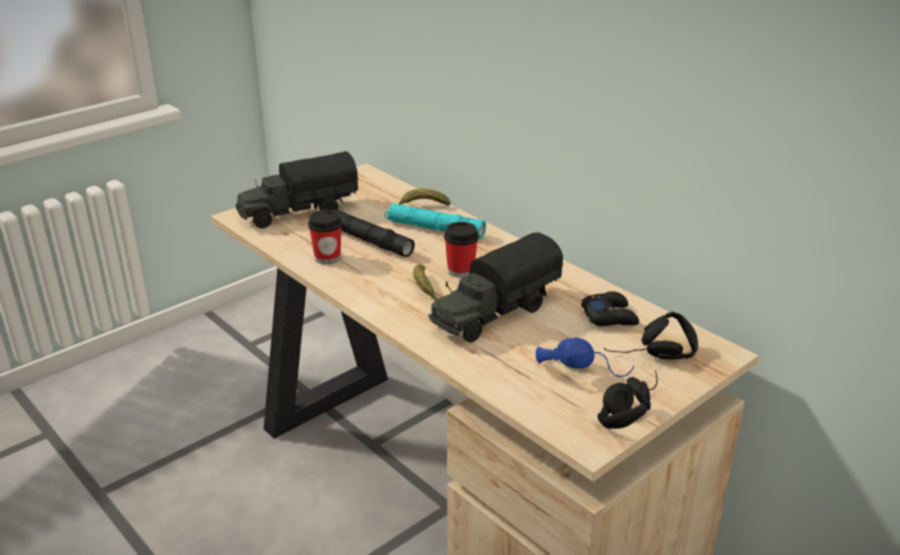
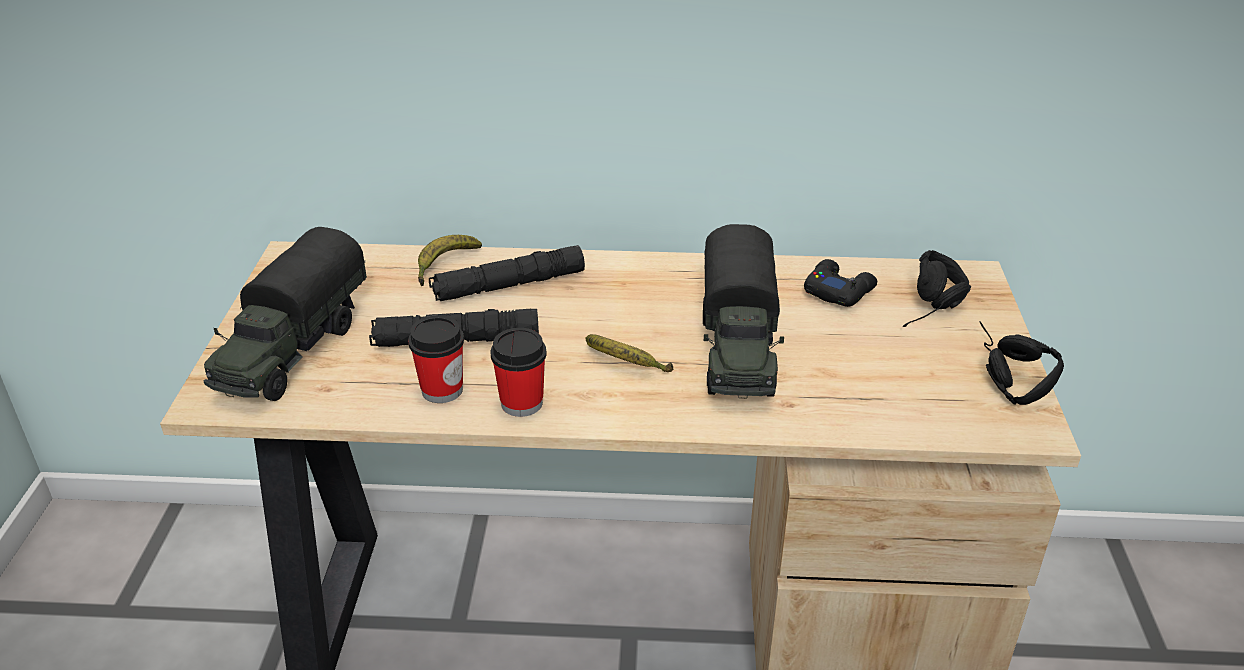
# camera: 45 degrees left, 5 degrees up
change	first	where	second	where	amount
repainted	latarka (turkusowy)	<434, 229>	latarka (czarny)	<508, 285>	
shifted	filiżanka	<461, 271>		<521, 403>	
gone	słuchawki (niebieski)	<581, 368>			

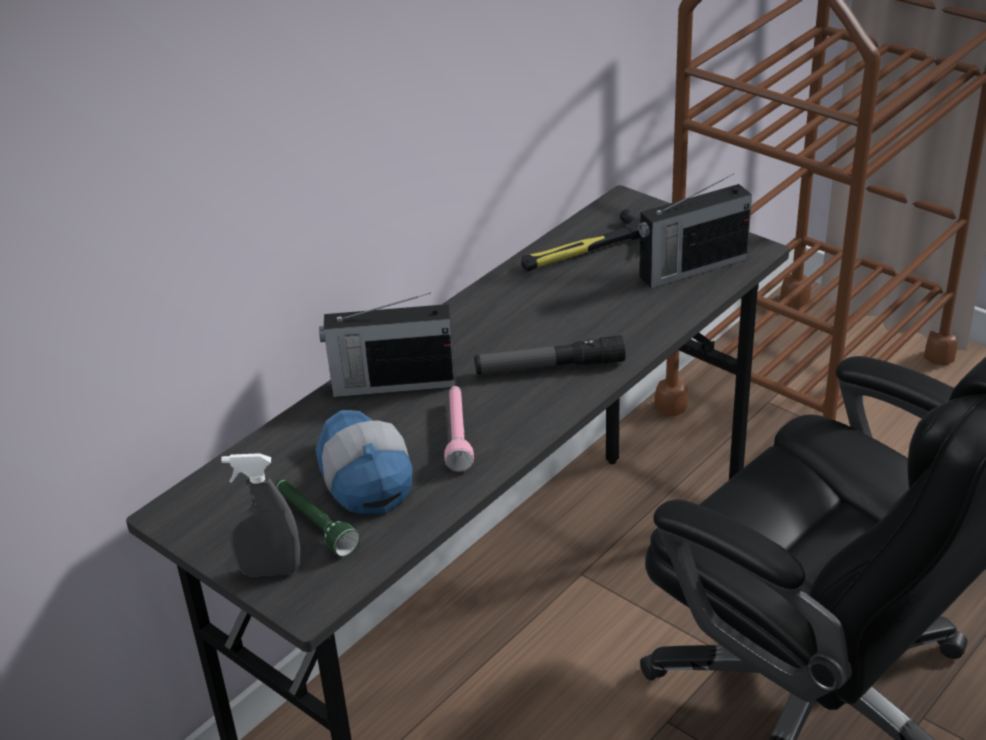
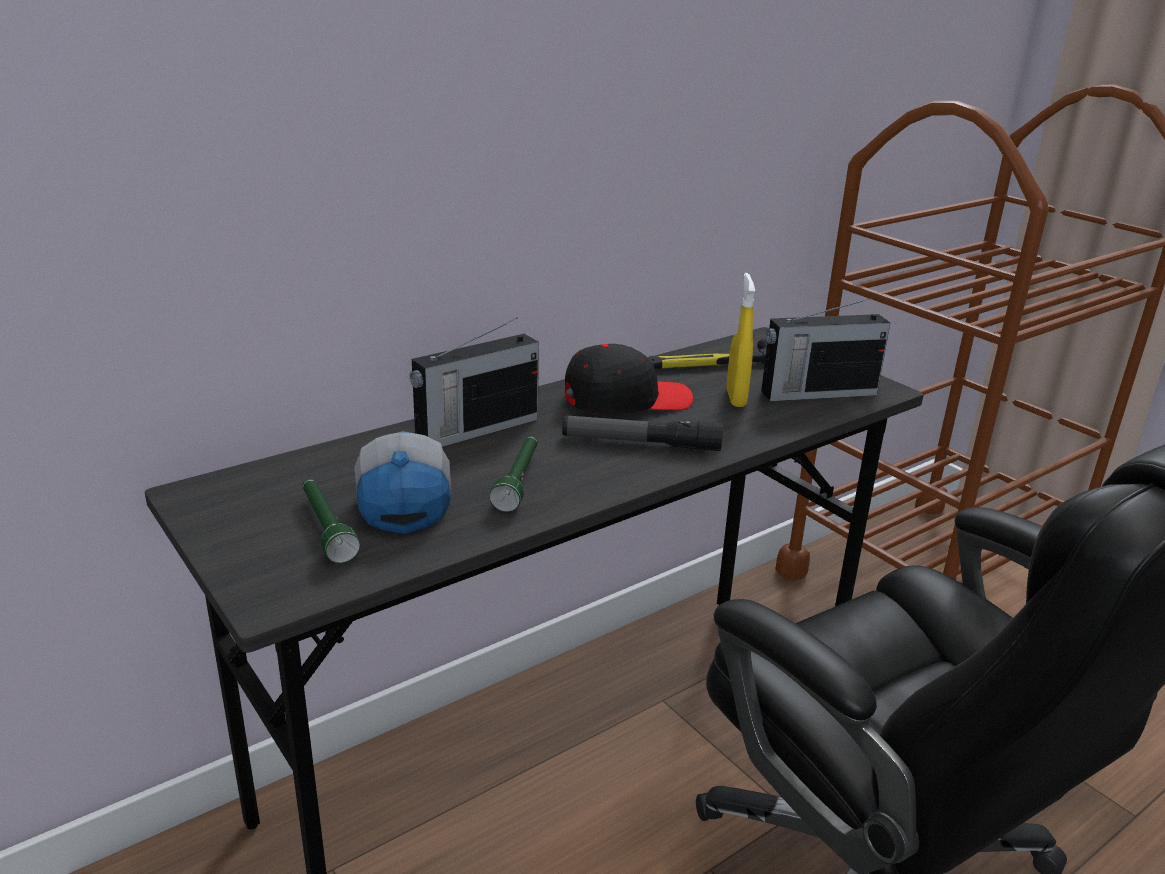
# camera: 10 degrees right, 10 degrees down
change	first	where	second	where	amount
rotated	radio	<391, 383>		<475, 430>	45 degrees counterclockwise
repainted	latarka (różowy)	<458, 435>	latarka (zielony)	<518, 481>	
gone	spryskiwacz (szary)	<270, 570>			
new			spryskiwacz (żółty)	<736, 398>	
new			czapka z daszkiem (czarny)	<626, 400>	

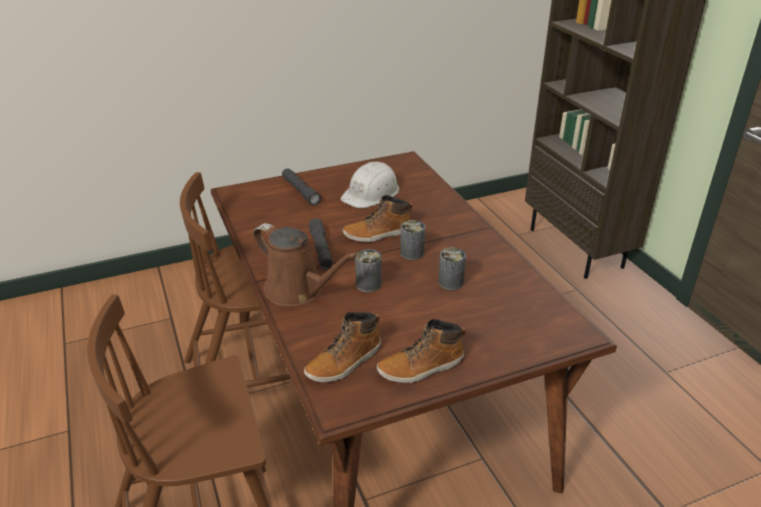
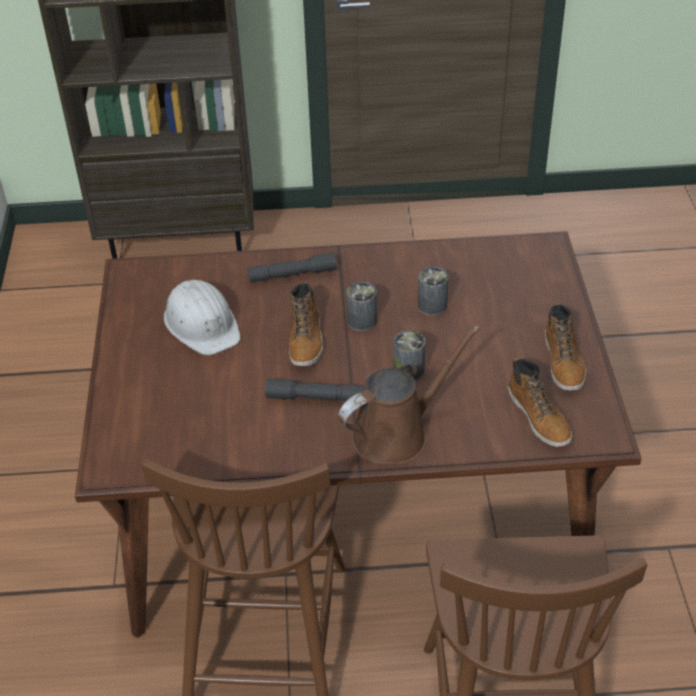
# camera: 70 degrees left, 10 degrees up
change	first	where	second	where	amount
shifted	latarka (szary)	<300, 191>		<292, 274>	

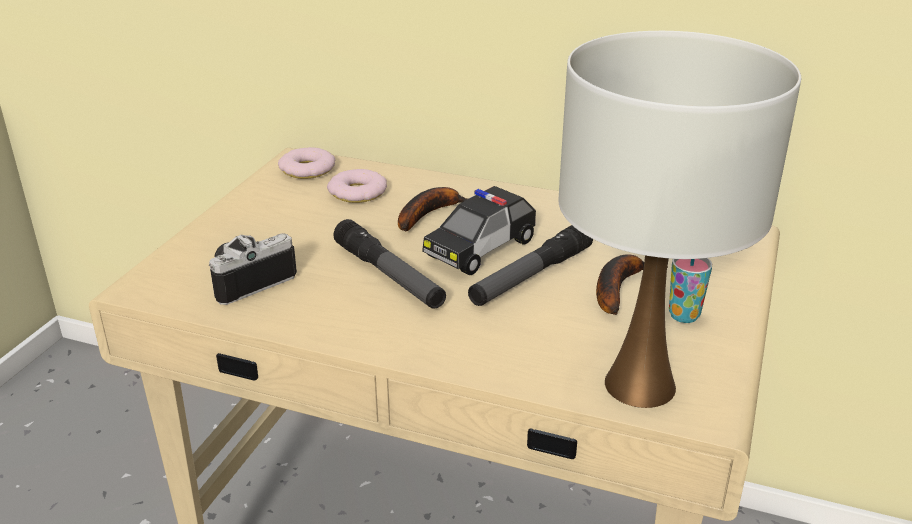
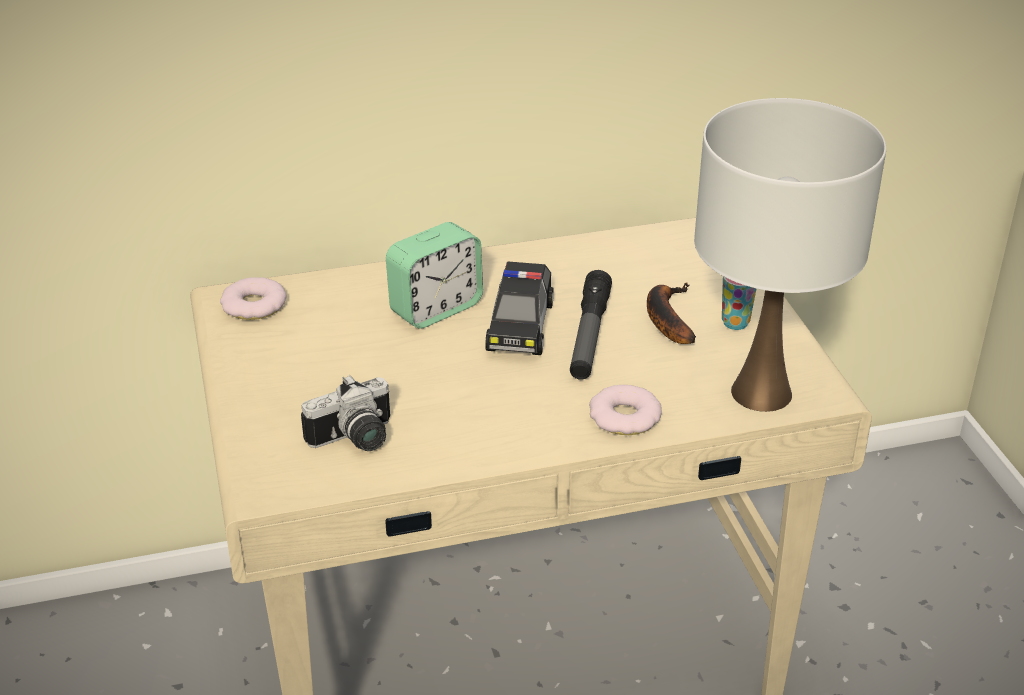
# camera: 35 degrees left, 5 degrees up
change	first	where	second	where	amount
shifted	donut	<357, 192>		<624, 417>	
swapped	banan	<431, 214>	budzik	<436, 308>	
gone	latarka	<389, 275>			
rotated	aparat fotograficzny	<248, 280>		<355, 440>	135 degrees counterclockwise

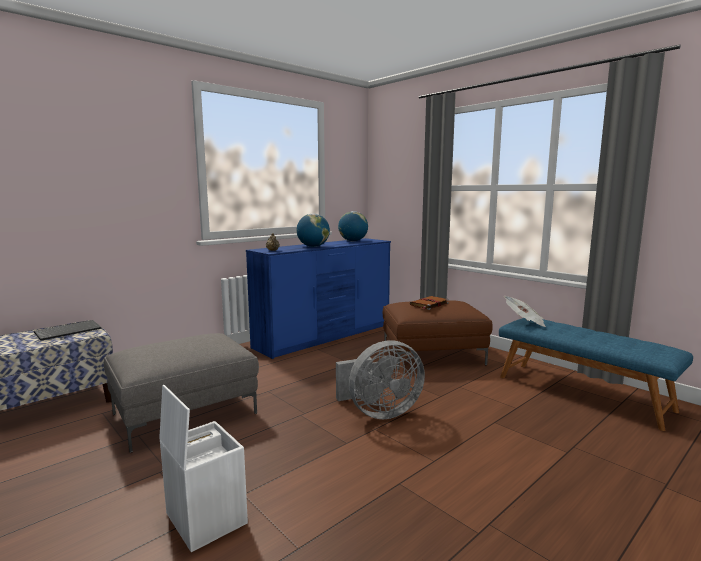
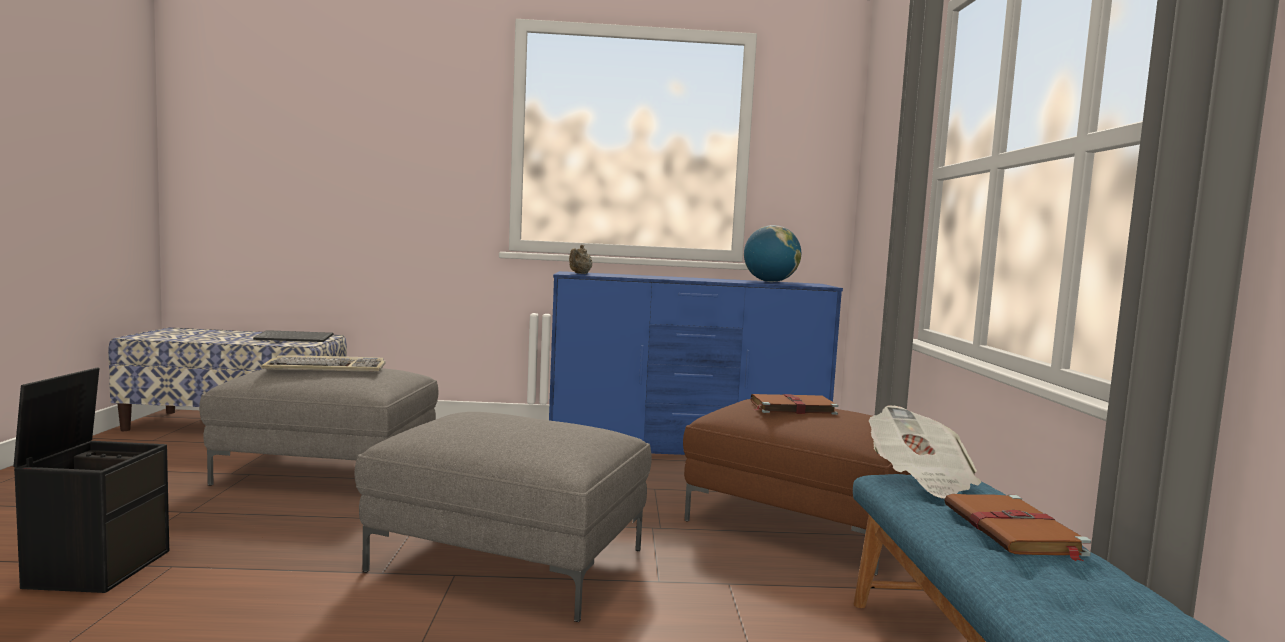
# camera: 40 degrees right, 5 degrees down
change	first	where	second	where	amount
gone	globus	<313, 246>			
swapped	wentylator (szary)	<379, 412>	pufa (szary)	<512, 559>	
repainted	pojemnik do przechowywania (biały)	<204, 518>	pojemnik do przechowywania (czarny)	<99, 568>	
new			klawiatura	<327, 368>	
new			książka (brązowy)	<1013, 530>	

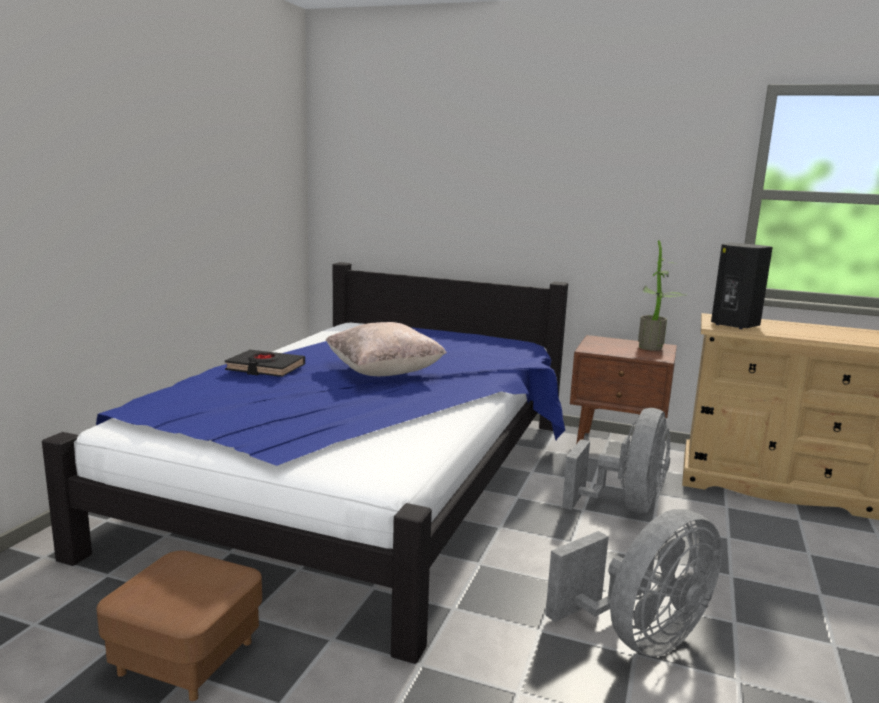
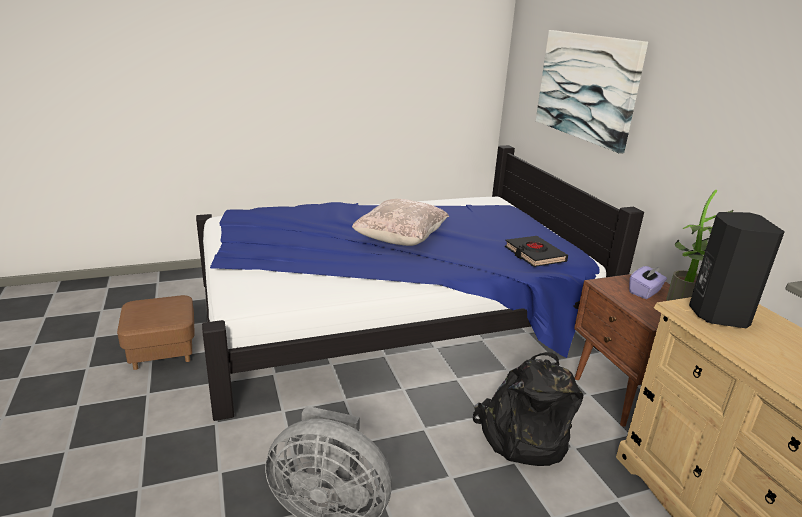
# camera: 50 degrees right, 10 degrees up
change	first	where	second	where	amount
shifted	książka (czarny)	<265, 368>		<534, 255>	
swapped	wentylator (szary)	<625, 506>	plecak (czarny)	<521, 436>	
new			obraz	<586, 87>	
new			pudełko chusteczek (fioletowy)	<645, 292>	

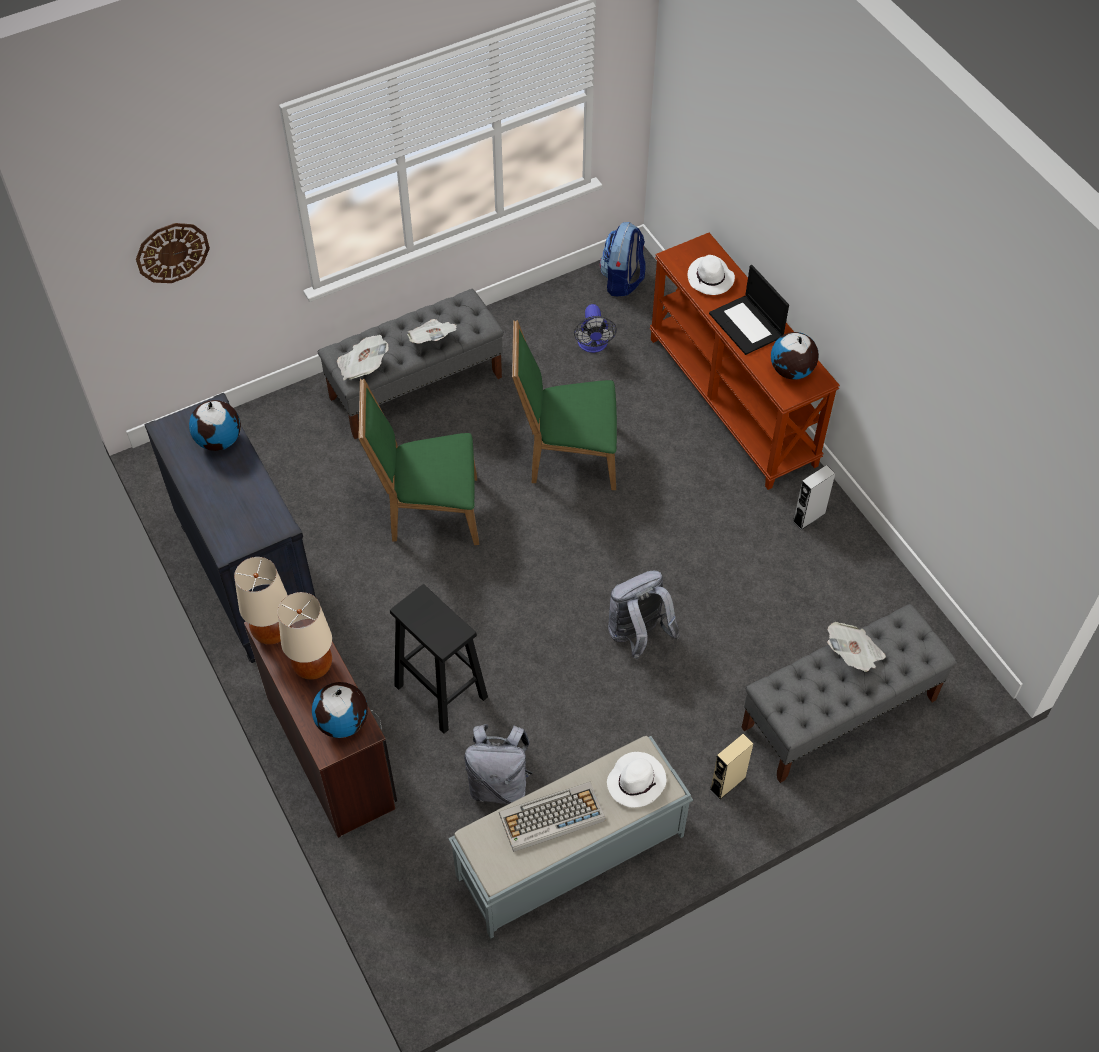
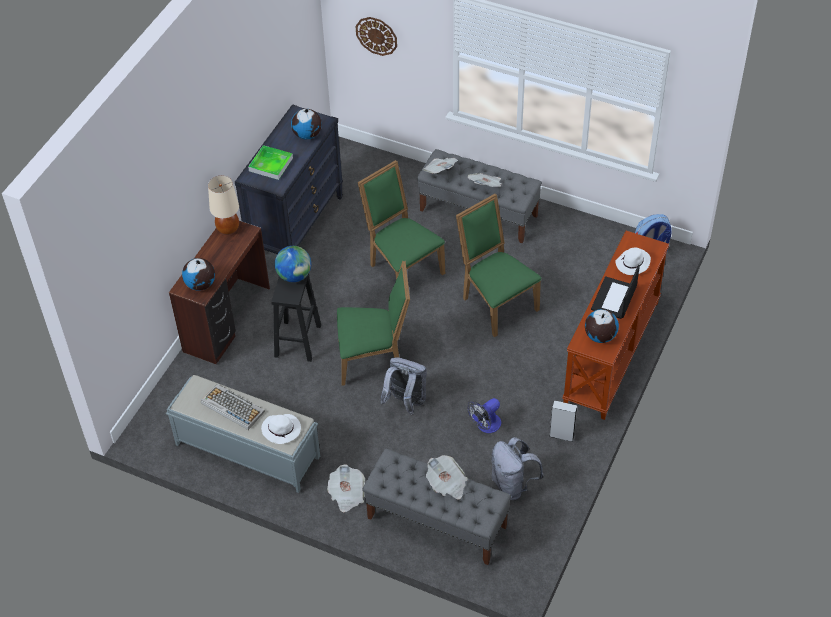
# camera: 55 degrees right, 5 degrees down
change	first	where	second	where	amount
shifted	wentylator	<593, 345>		<485, 426>	
gone	lampa stołowa (beżowy)	<313, 666>			
shifted	plecak (szary)	<499, 784>		<513, 485>	
swapped	głośnik (beżowy)	<727, 783>	gazeta	<347, 494>	
new			taca	<271, 164>	
new			globus	<294, 276>	
new			krzesło (zielony)	<374, 359>	

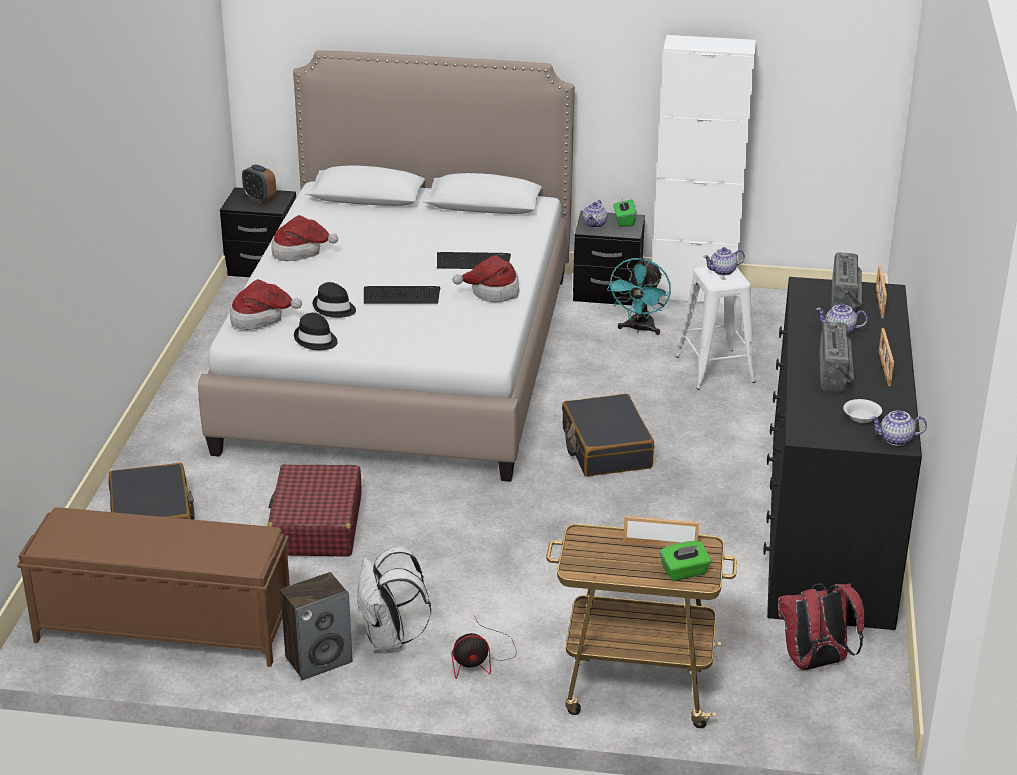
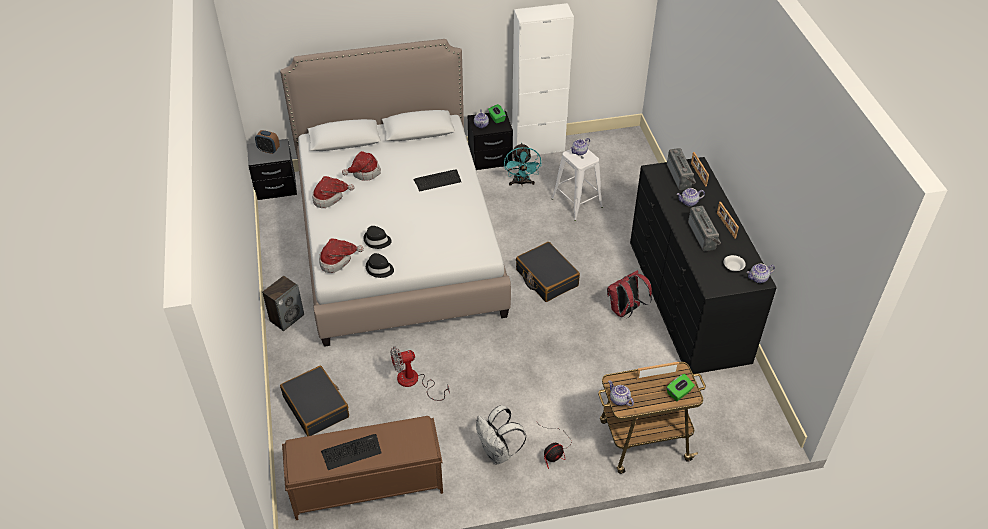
# camera: 20 degrees left, 15 degrees up
change	first	where	second	where	amount
shifted	kapelusz	<492, 292>		<364, 172>	
shifted	klawiatura	<401, 296>		<351, 452>	
swapped	walizka (czerwony)	<316, 526>	wentylator	<414, 382>	
shifted	głośnik	<319, 659>		<287, 318>	
shifted	plecak (czerwony)	<815, 663>		<625, 311>	
new			imbryk	<619, 400>	

